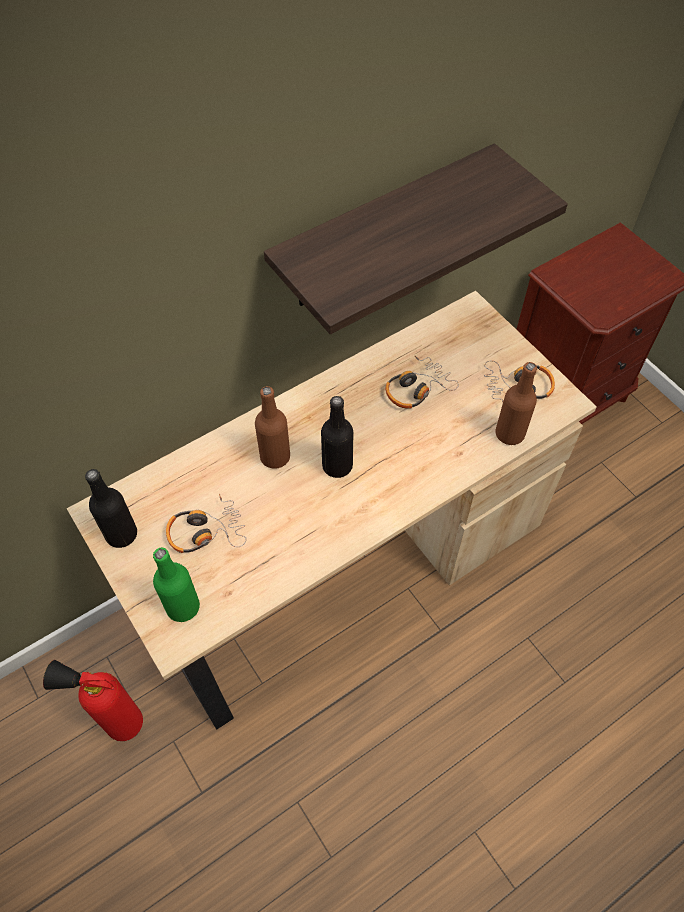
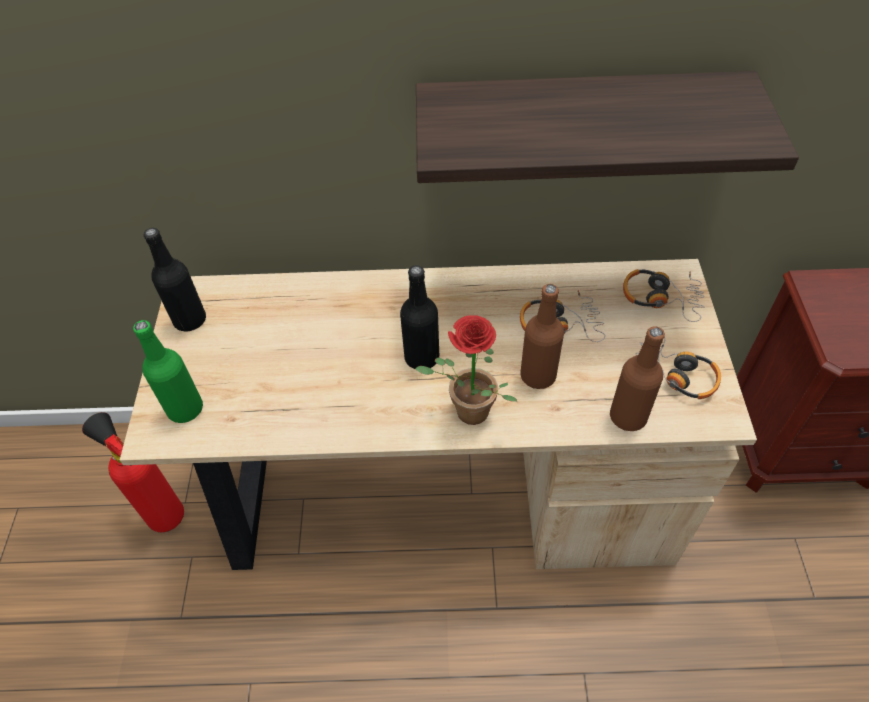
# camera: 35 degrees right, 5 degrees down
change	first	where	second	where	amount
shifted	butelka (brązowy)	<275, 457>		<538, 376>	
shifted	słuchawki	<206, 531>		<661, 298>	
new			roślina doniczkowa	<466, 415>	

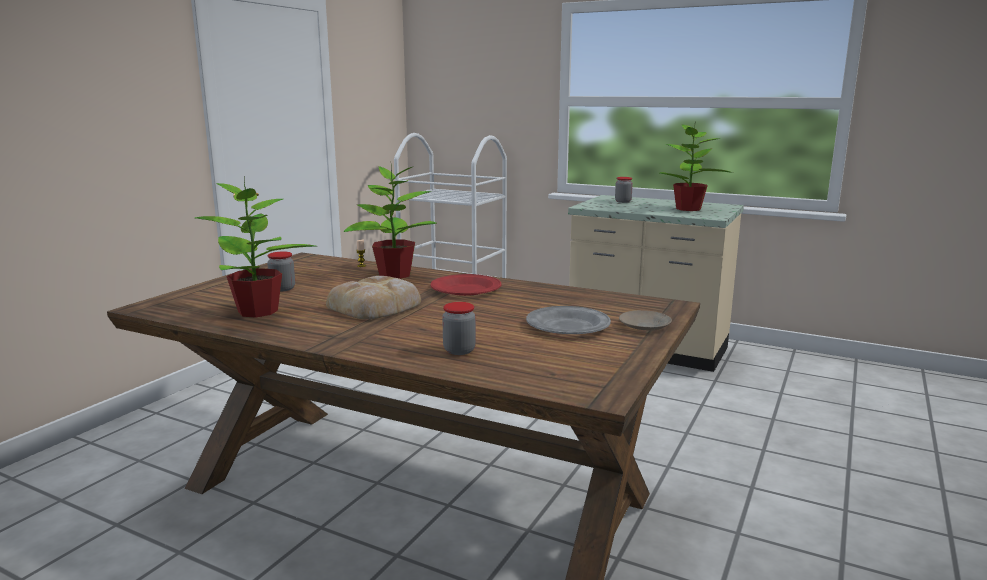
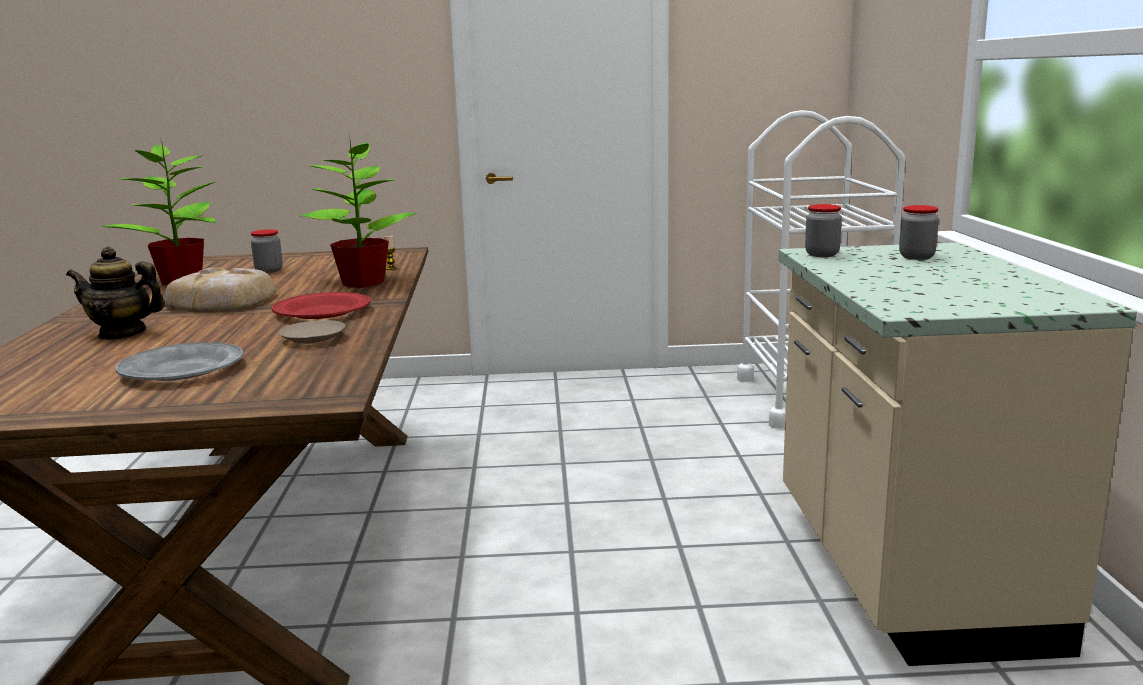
# camera: 60 degrees right, 0 degrees up
change	first	where	second	where	amount
gone	roślina doniczkowa	<688, 209>			
shifted	słoik	<459, 350>		<822, 254>	
shifted	talerz (beżowy)	<645, 326>		<313, 339>	
new			imbryk	<122, 334>	

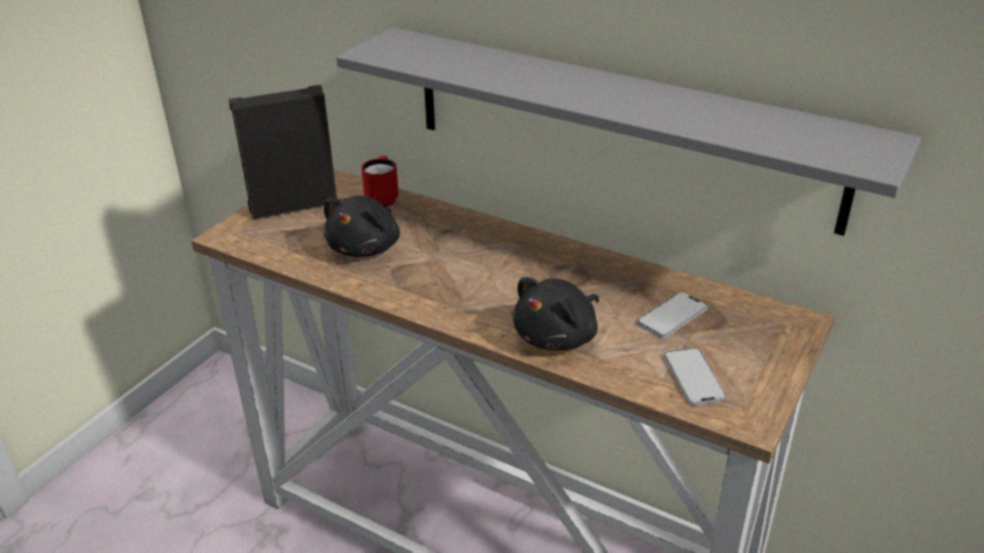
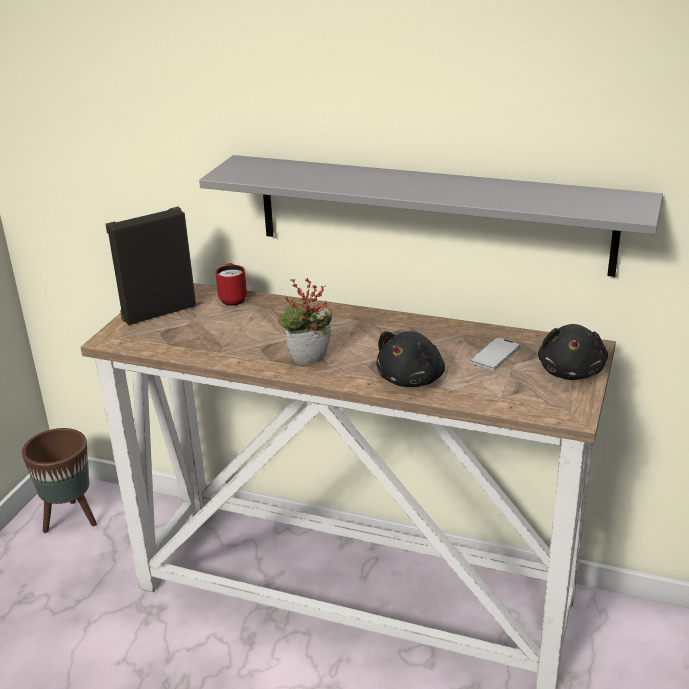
# camera: 10 degrees left, 5 degrees down
change	first	where	second	where	amount
shifted	pluszak (czarny)	<366, 247>		<571, 371>	
gone	telefon	<693, 377>			
new			roślina doniczkowa	<308, 363>	
new			donica (brązowy)	<71, 519>	

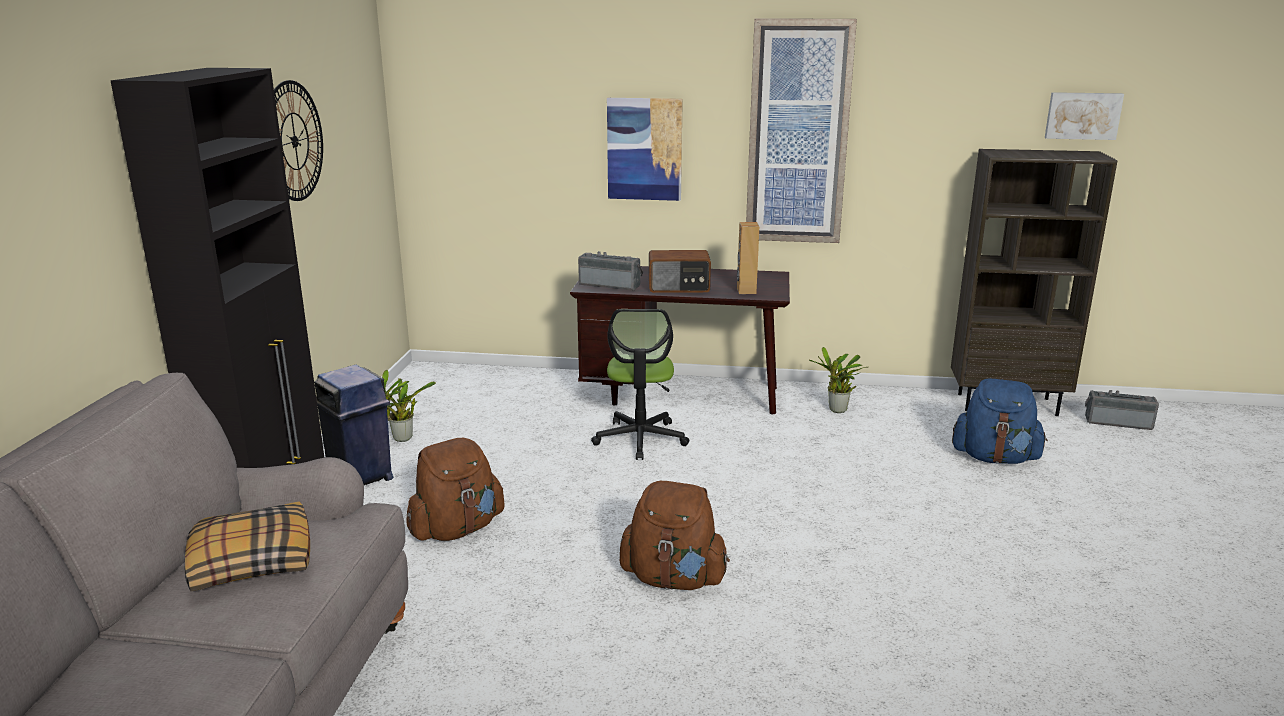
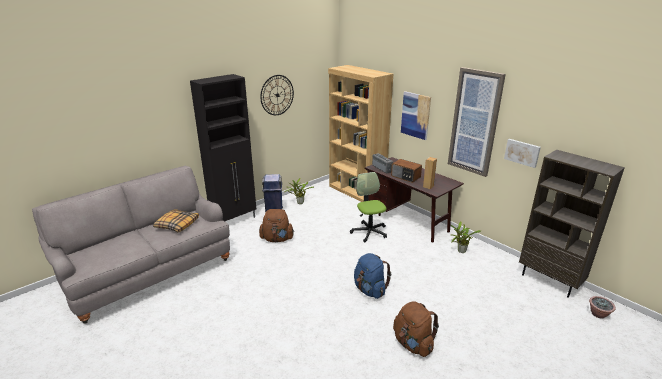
# camera: 40 degrees right, 5 degrees up
change	first	where	second	where	amount
shifted	obraz	<1082, 115>		<522, 152>	
rotated	krzesło biurowe	<640, 439>		<369, 232>	120 degrees clockwise
shifted	plecak (niebieski)	<995, 458>		<370, 290>	
swapped	radio	<1118, 422>	roślina doniczkowa	<598, 314>	
shifted	plecak (brązowy)	<674, 579>		<413, 344>	
new			regał (brązowy)	<356, 192>	

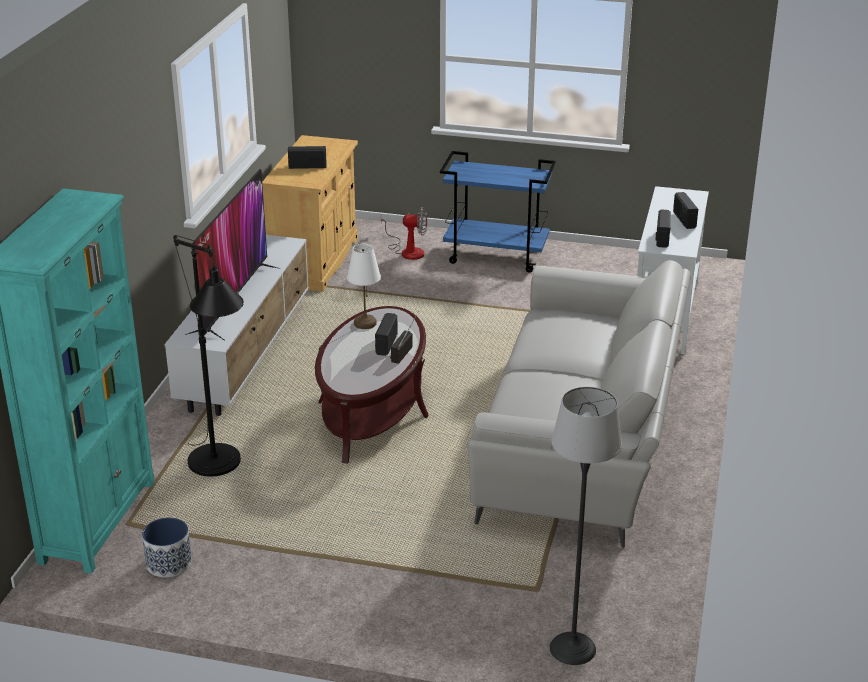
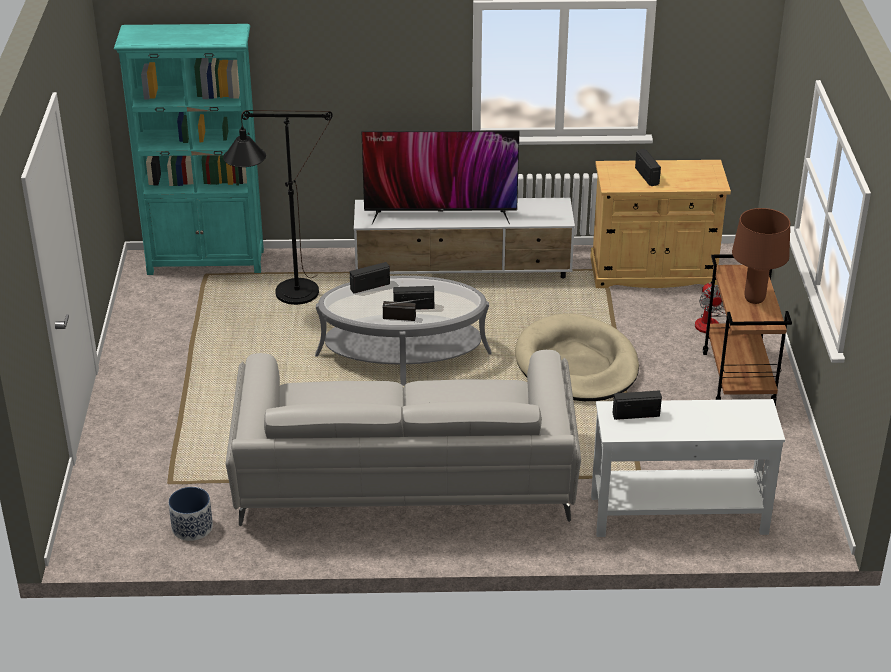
# camera: 75 degrees right, 5 degrees up
change	first	where	second	where	amount
repainted	wózek (niebieski)	<497, 256>	wózek (brązowy)	<739, 380>	
shifted	radio	<684, 220>		<370, 286>	
gone	lampa stołowa (biały)	<364, 323>			
repainted	ława (brązowy)	<373, 409>	ława (szary)	<403, 354>	
gone	lampa stojąca	<572, 648>			
shifted	donica	<169, 564>		<192, 528>	
new			lampa stołowa (brązowy)	<754, 299>	
new			legowisko (beżowy)	<576, 364>	

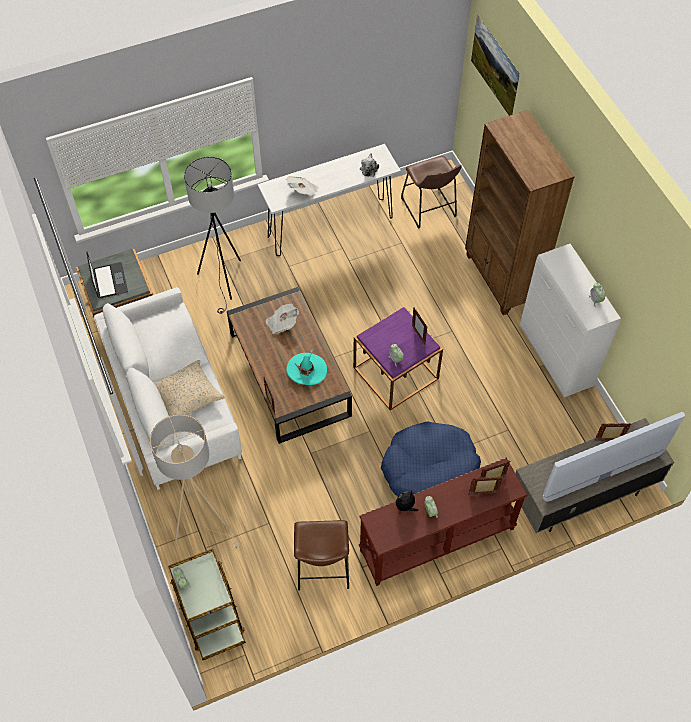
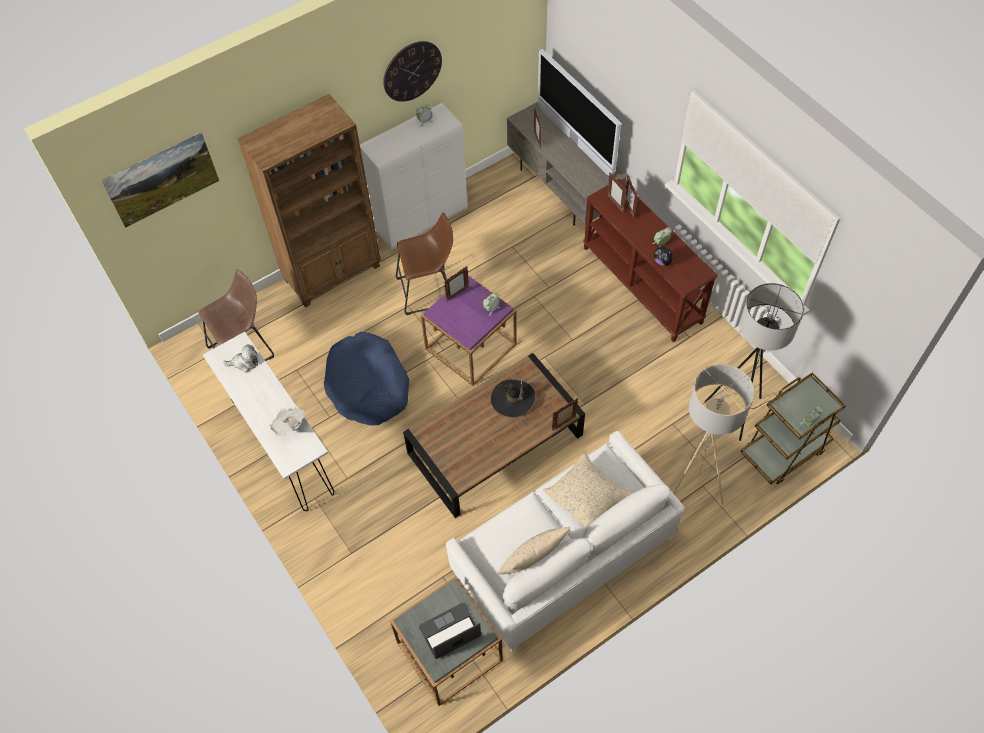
# camera: 100 degrees left, 0 degrees up
change	first	where	second	where	amount
shifted	lampa stojąca (szary)	<224, 281>		<738, 410>	
gone	gazeta	<282, 323>			
repainted	kapelusz (turkusowy)	<306, 370>	kapelusz (czarny)	<513, 399>	
shifted	legowisko (niebieski)	<429, 468>		<368, 386>	
shifted	stołek (brązowy)	<322, 568>		<429, 291>	
new			zegar ścienny	<412, 71>	
new			poduszka (beżowy)	<532, 561>	

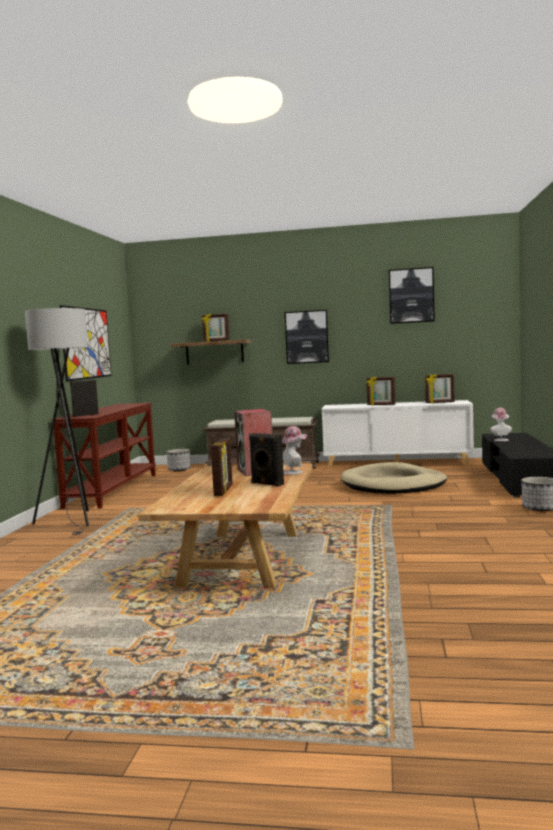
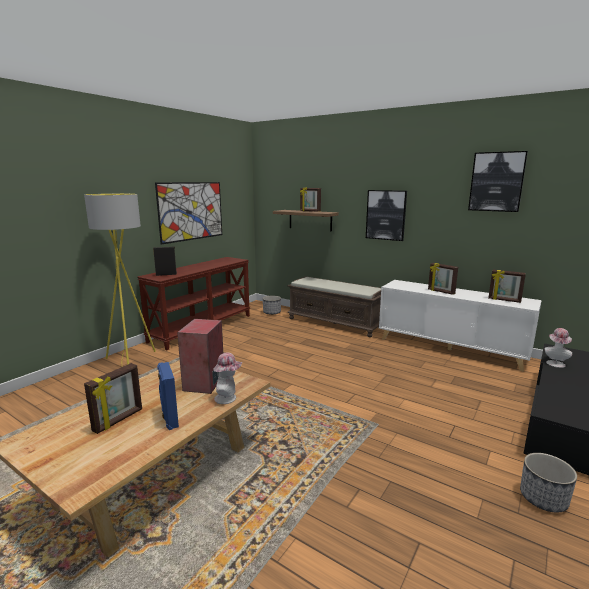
# camera: 25 degrees right, 10 degrees up
change	first	where	second	where	amount
repainted	lampa stojąca (szary)	<73, 521>	lampa stojąca (żółty)	<131, 362>	
repainted	głośnik (czarny)	<266, 484>	głośnik (niebieski)	<169, 418>	
gone	legowisko (beżowy)	<393, 484>			

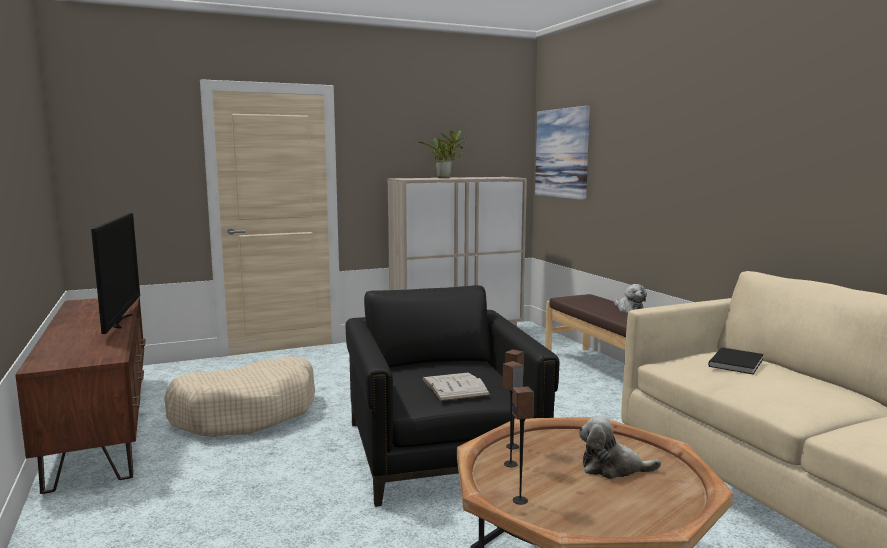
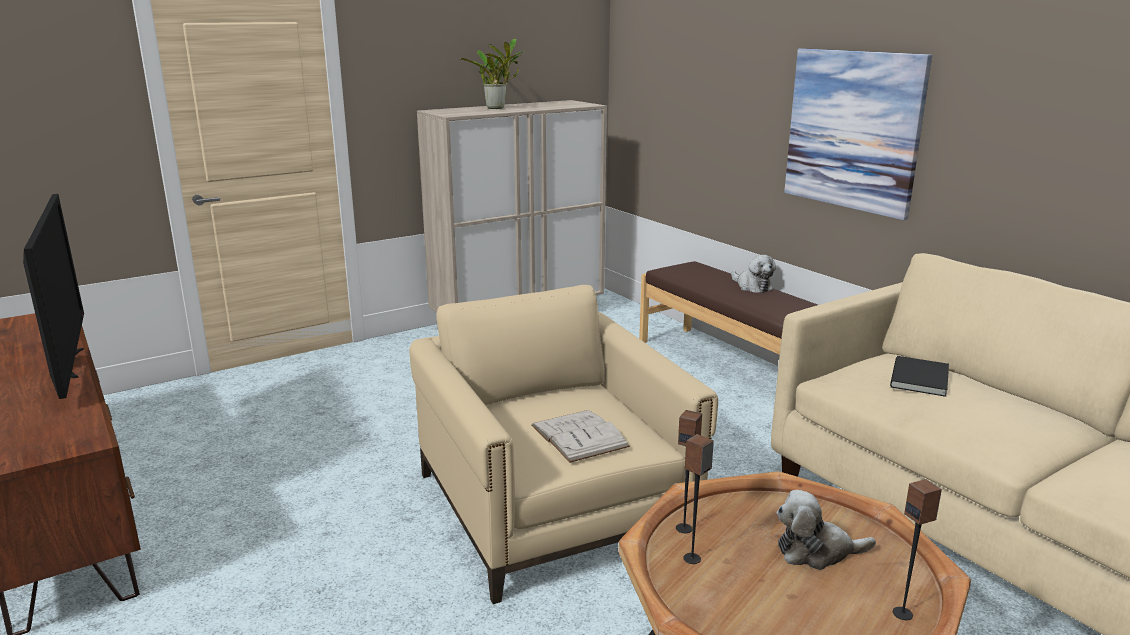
# camera: 10 degrees left, 10 degrees up
change	first	where	second	where	amount
shifted	obraz	<562, 153>		<853, 130>	
repainted	fotel (czarny)	<442, 451>	fotel (beżowy)	<554, 507>	
gone	legowisko (beżowy)	<247, 413>			
shifted	głośnik	<520, 500>		<903, 613>	

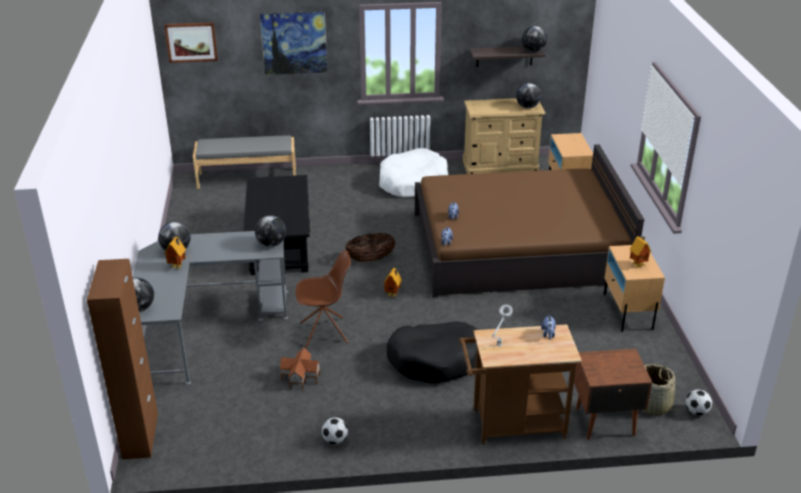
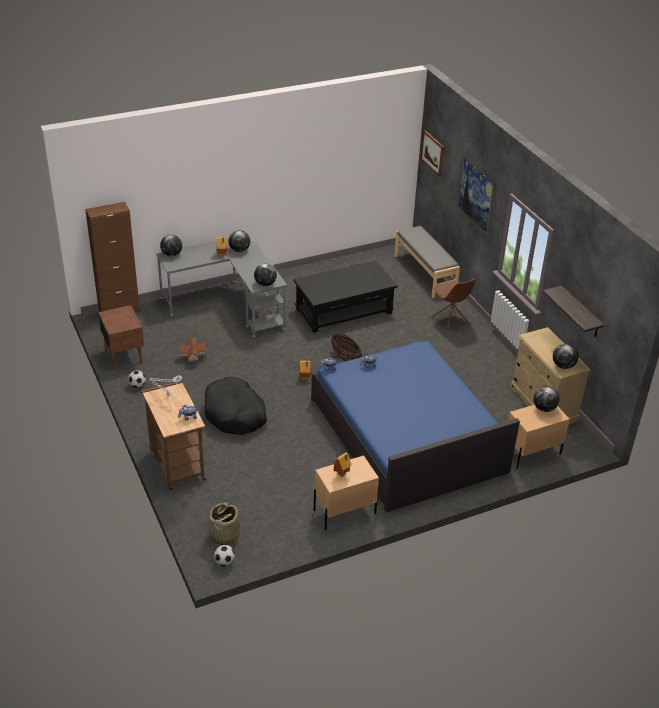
# camera: 70 degrees right, 5 degrees up
change	first	where	second	where	amount
shifted	globus	<533, 51>		<544, 408>	
repainted	łóżko (brązowy)	<518, 248>	łóżko (niebieski)	<407, 435>	
gone	legowisko (biały)	<412, 182>			
shifted	krzesło (brązowy)	<325, 332>		<450, 322>	
shifted	szafka nocna (brązowy)	<604, 421>		<124, 356>	

